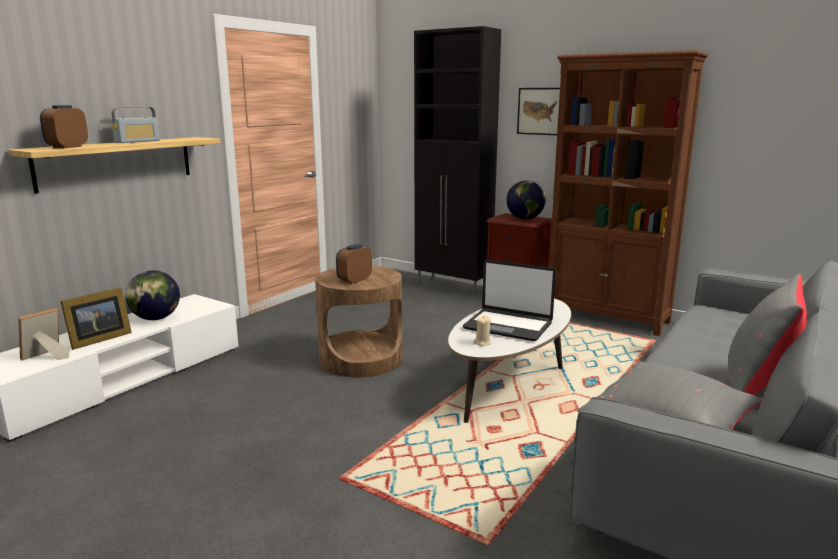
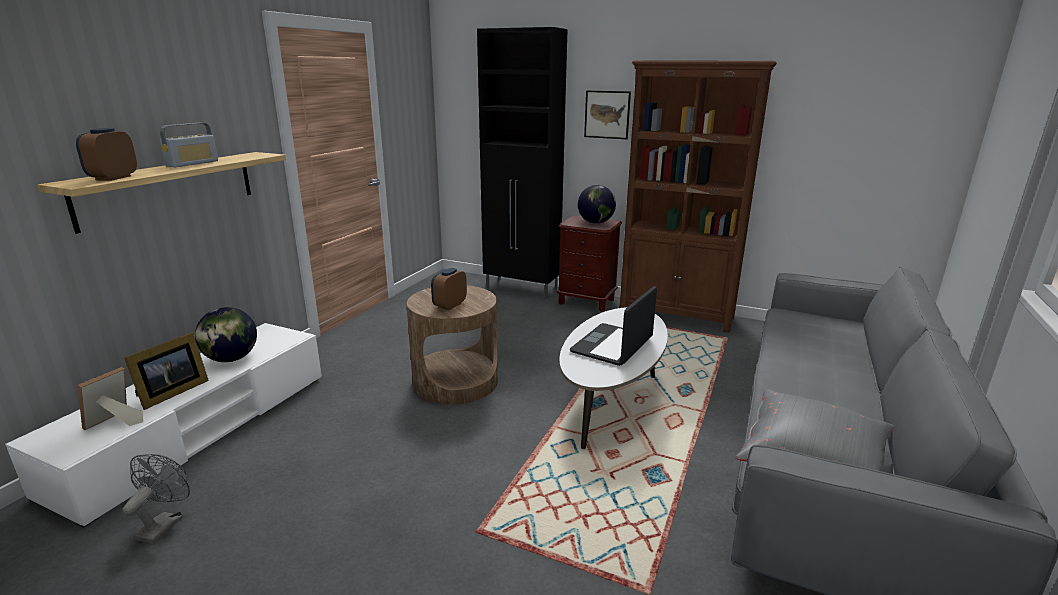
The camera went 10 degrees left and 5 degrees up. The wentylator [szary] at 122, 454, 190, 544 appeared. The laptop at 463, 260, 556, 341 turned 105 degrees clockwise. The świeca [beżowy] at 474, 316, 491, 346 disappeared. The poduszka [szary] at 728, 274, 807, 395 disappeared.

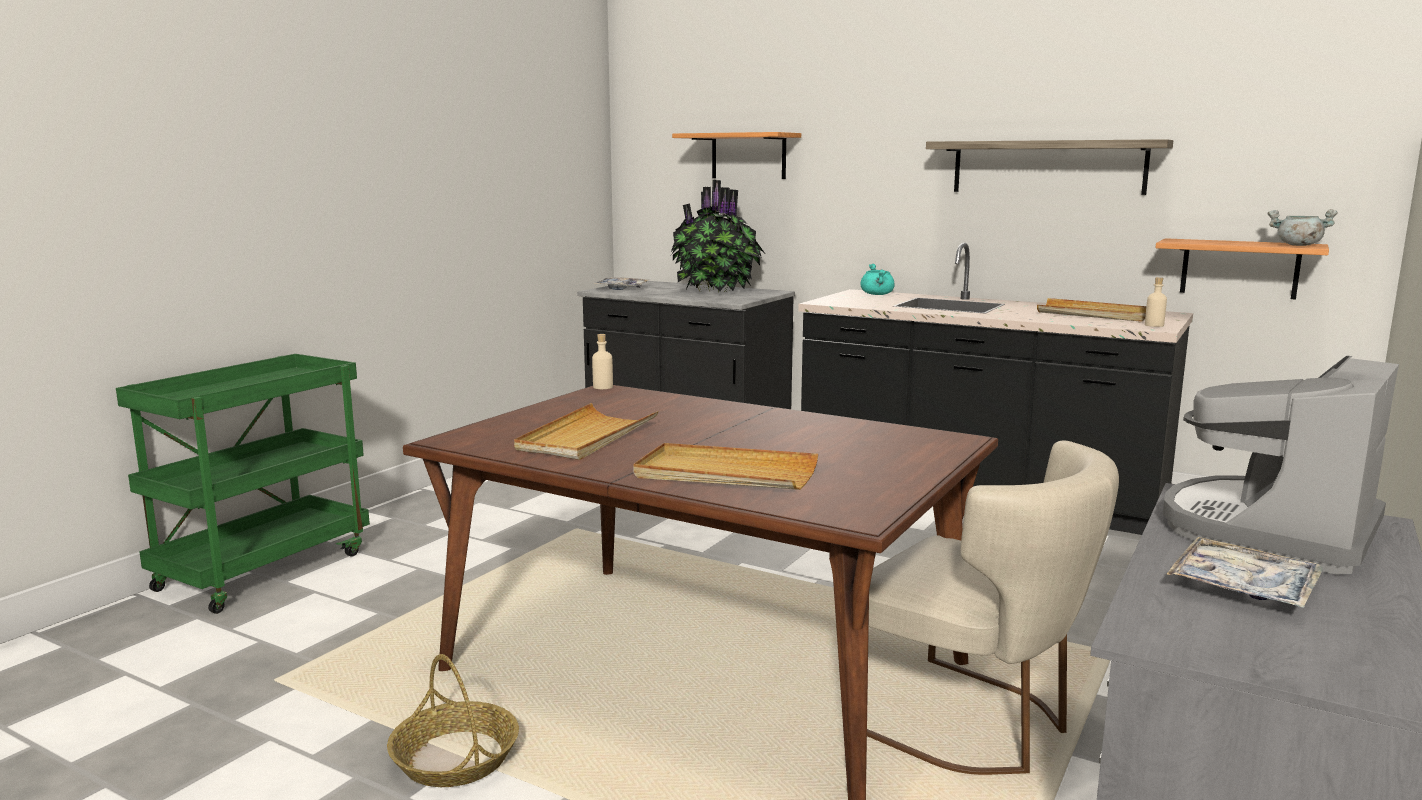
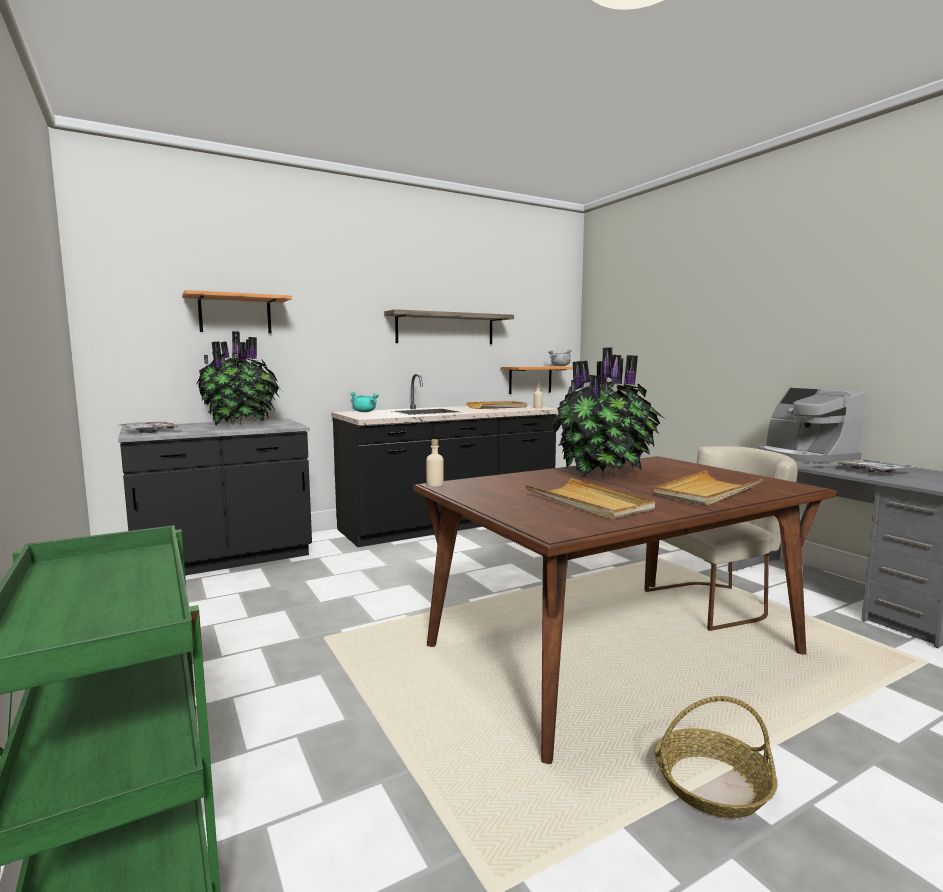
The camera went 60 degrees left and 5 degrees down. The roślina doniczkowa at 551, 347, 665, 477 appeared.

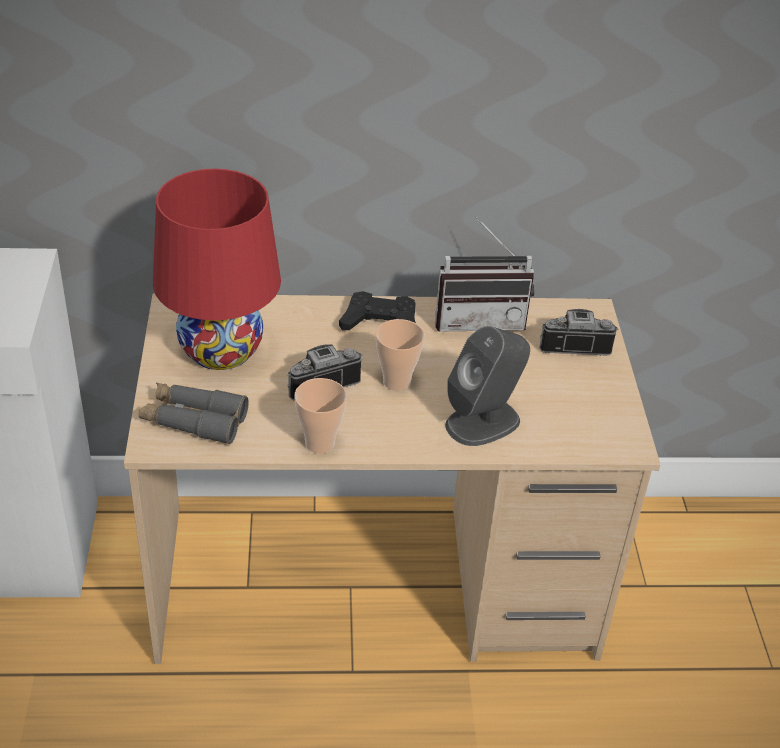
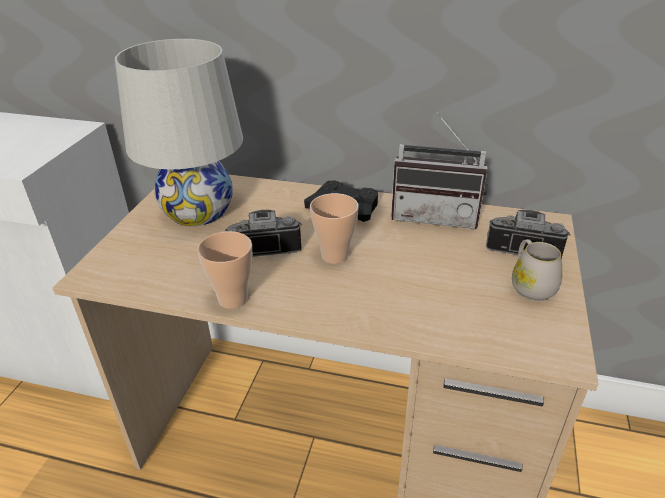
The camera went 20 degrees right and 5 degrees down. The lampa stołowa [czerwony] at 153, 169, 281, 370 became the lampa stołowa [biały] at 115, 39, 243, 226. The kubek [biały] at 512, 239, 562, 301 appeared. The lornetka [szary] at 139, 383, 249, 444 disappeared. The głośnik [szary] at 445, 326, 530, 446 disappeared.

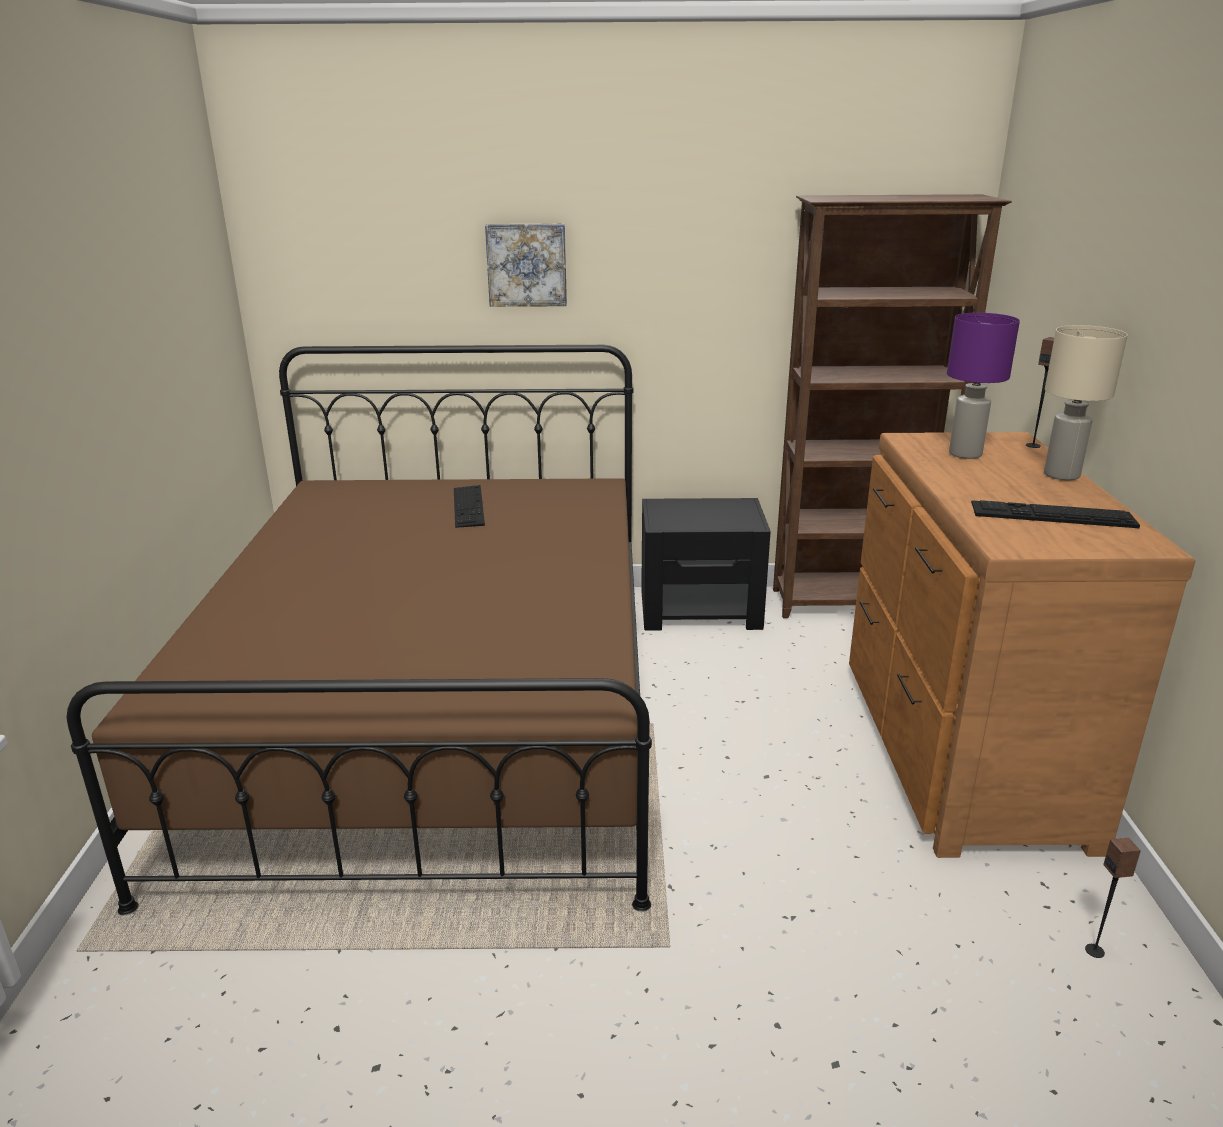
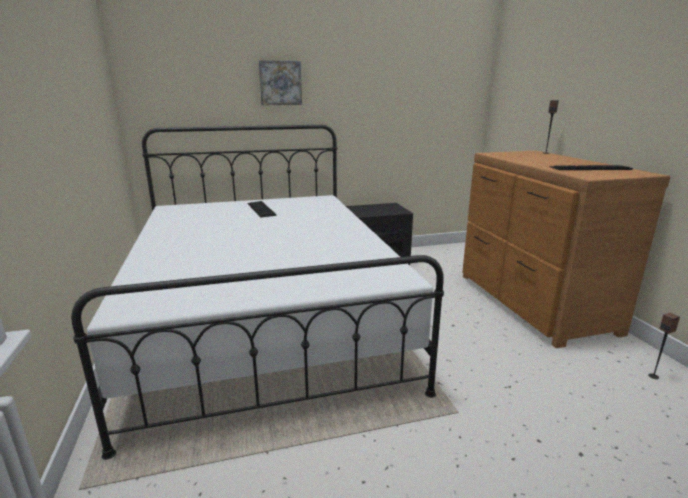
The camera went 15 degrees left and 5 degrees down. The łóżko [brązowy] at 67, 345, 652, 915 became the łóżko [biały] at 71, 125, 444, 460. The regał [brązowy] at 773, 194, 1012, 618 disappeared. The lampa stołowa [fioletowy] at 947, 313, 1020, 459 disappeared. The lampa stołowa [beżowy] at 1044, 325, 1128, 480 disappeared.

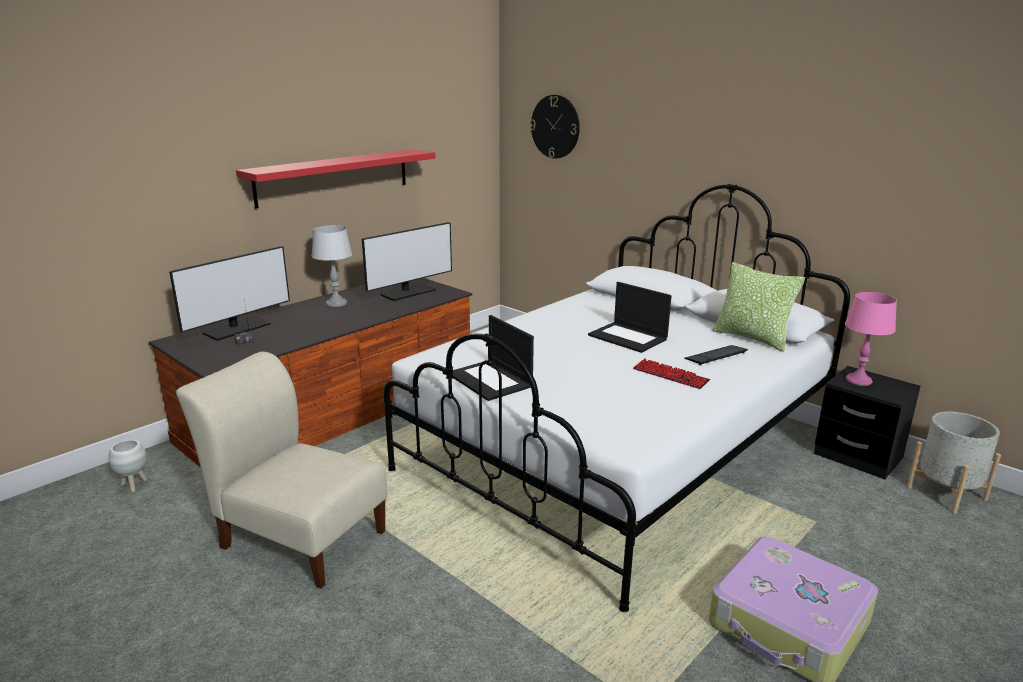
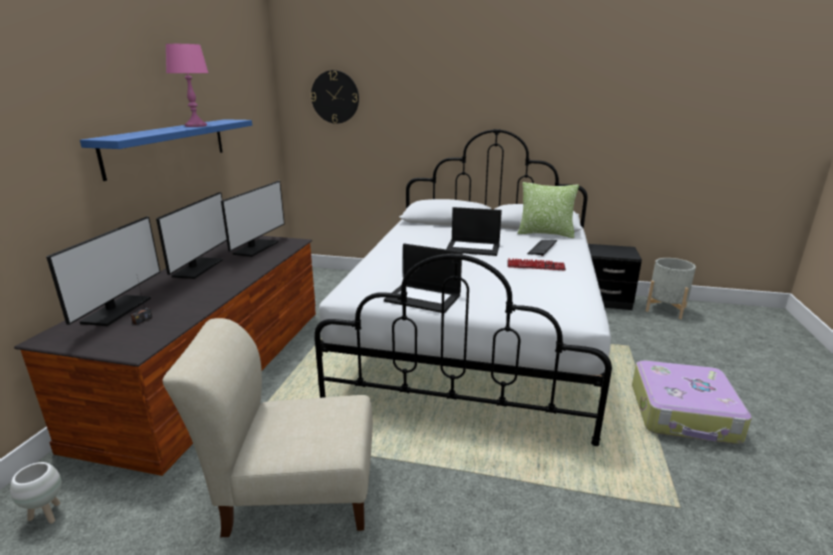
The camera went 30 degrees left and 0 degrees up. The półka [czerwony] at 236, 149, 435, 208 became the półka [niebieski] at 80, 119, 252, 181. The lampa stołowa [szary] at 311, 225, 352, 307 was replaced by the monitor at 156, 192, 227, 279. The lampa stołowa [różowy] moved from 845, 292, 897, 386 to 165, 44, 208, 127.

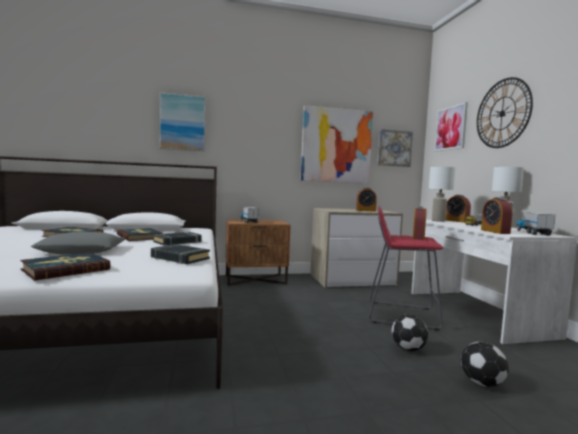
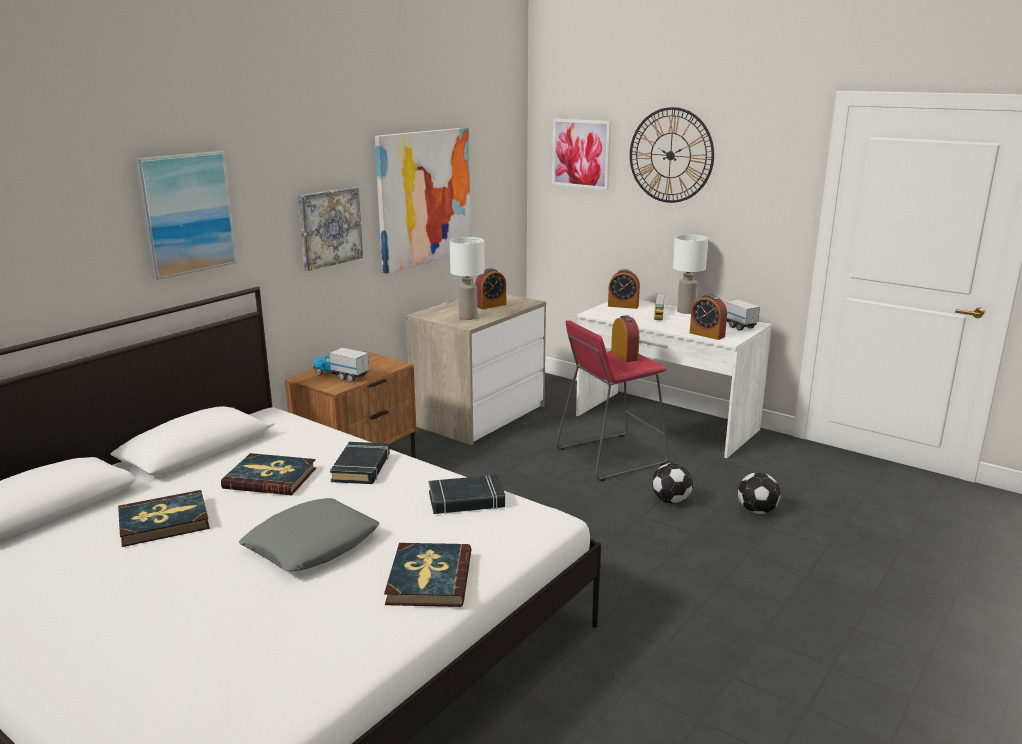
The camera went 40 degrees left and 15 degrees up. The obraz moved from 377, 129, 413, 167 to 298, 187, 363, 271. The lampa stołowa [biały] moved from 429, 167, 455, 222 to 450, 237, 485, 320.

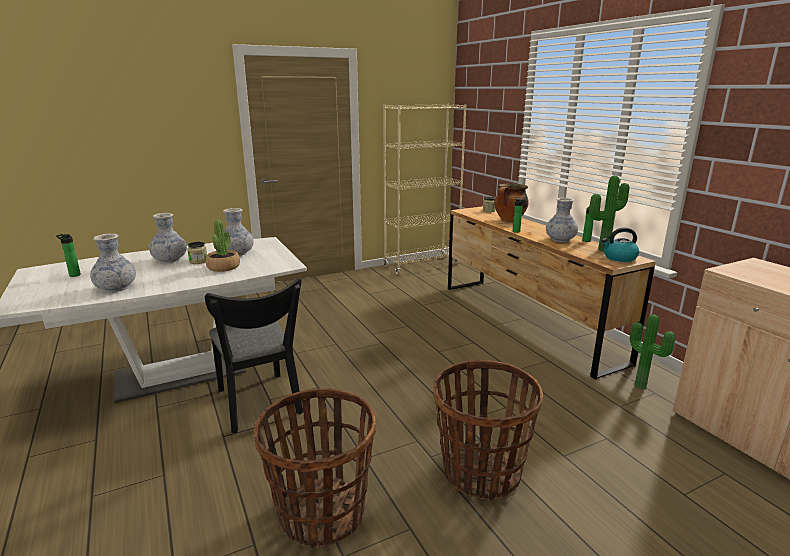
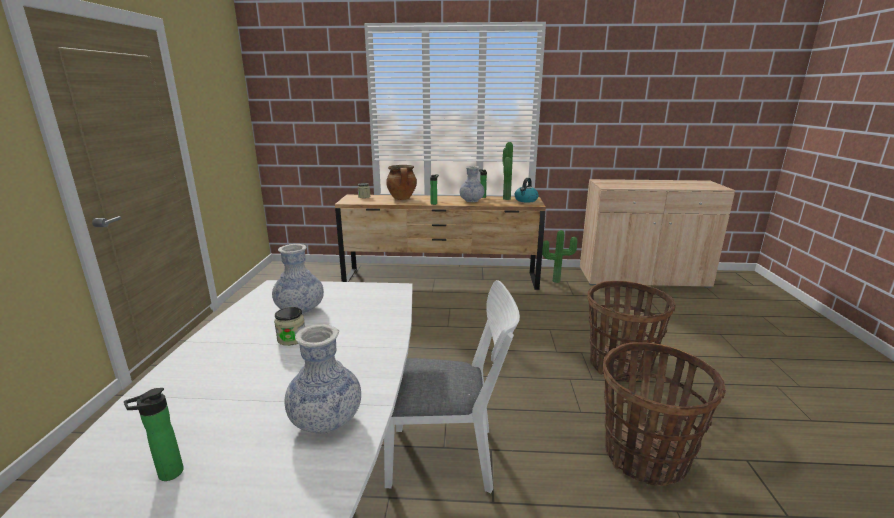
The camera went 60 degrees left and 0 degrees up. The krzesło [czarny] at 205, 278, 303, 433 became the krzesło [biały] at 384, 280, 520, 493. The wazon at 149, 213, 187, 263 disappeared. The roślina doniczkowa at 206, 220, 240, 272 disappeared. The regał [beżowy] at 383, 104, 467, 275 disappeared.

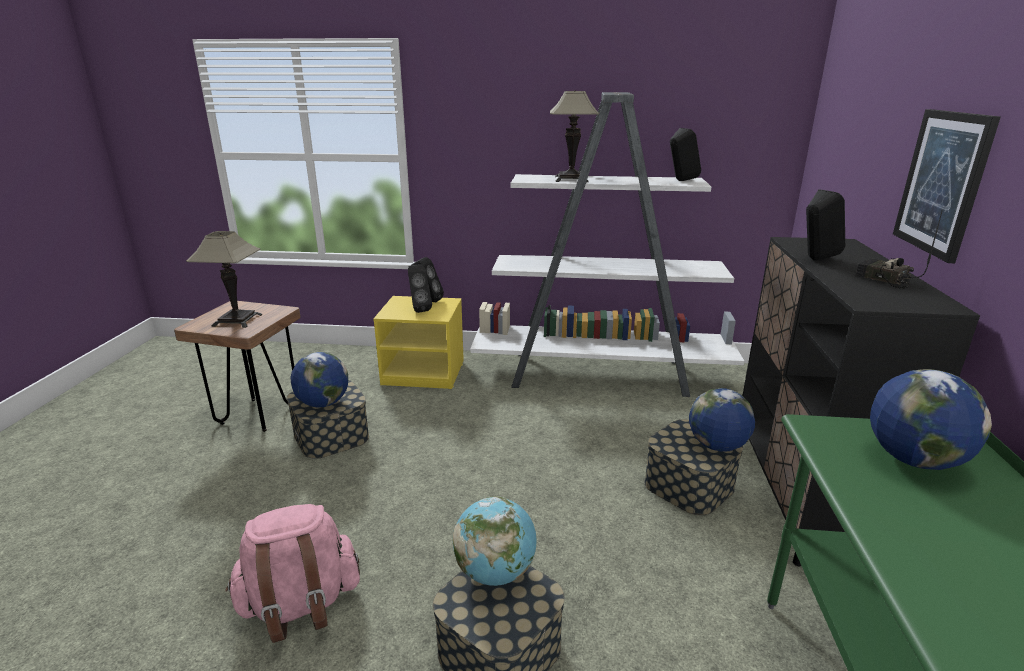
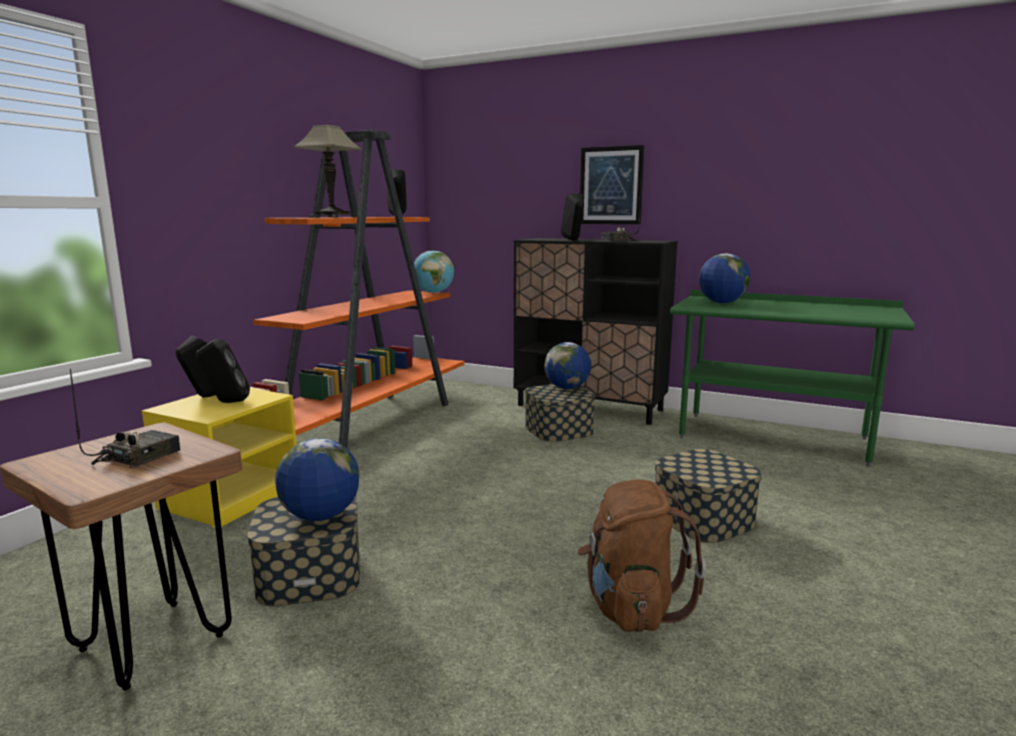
The camera went 70 degrees left and 10 degrees down. The lampa stołowa at 186, 231, 262, 328 was replaced by the radio at 70, 369, 181, 468. The regał [biały] at 470, 92, 744, 397 became the regał [pomarańczowy] at 250, 130, 464, 449. The globus moved from 453, 497, 537, 586 to 414, 251, 454, 293. The plecak [różowy] at 225, 504, 360, 643 became the plecak [brązowy] at 577, 480, 706, 632.

